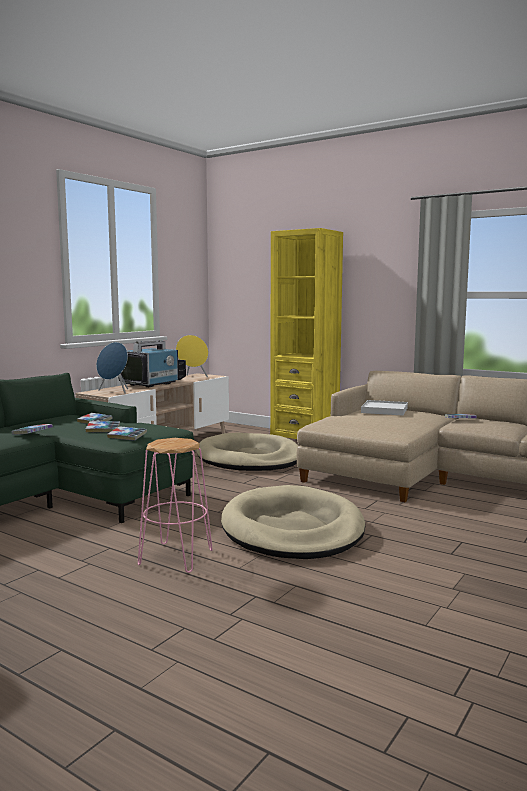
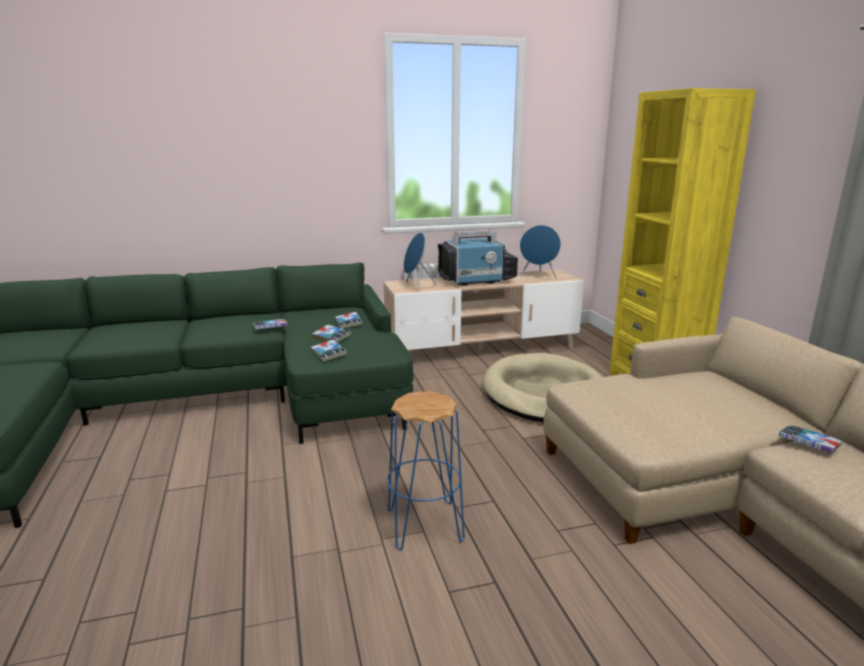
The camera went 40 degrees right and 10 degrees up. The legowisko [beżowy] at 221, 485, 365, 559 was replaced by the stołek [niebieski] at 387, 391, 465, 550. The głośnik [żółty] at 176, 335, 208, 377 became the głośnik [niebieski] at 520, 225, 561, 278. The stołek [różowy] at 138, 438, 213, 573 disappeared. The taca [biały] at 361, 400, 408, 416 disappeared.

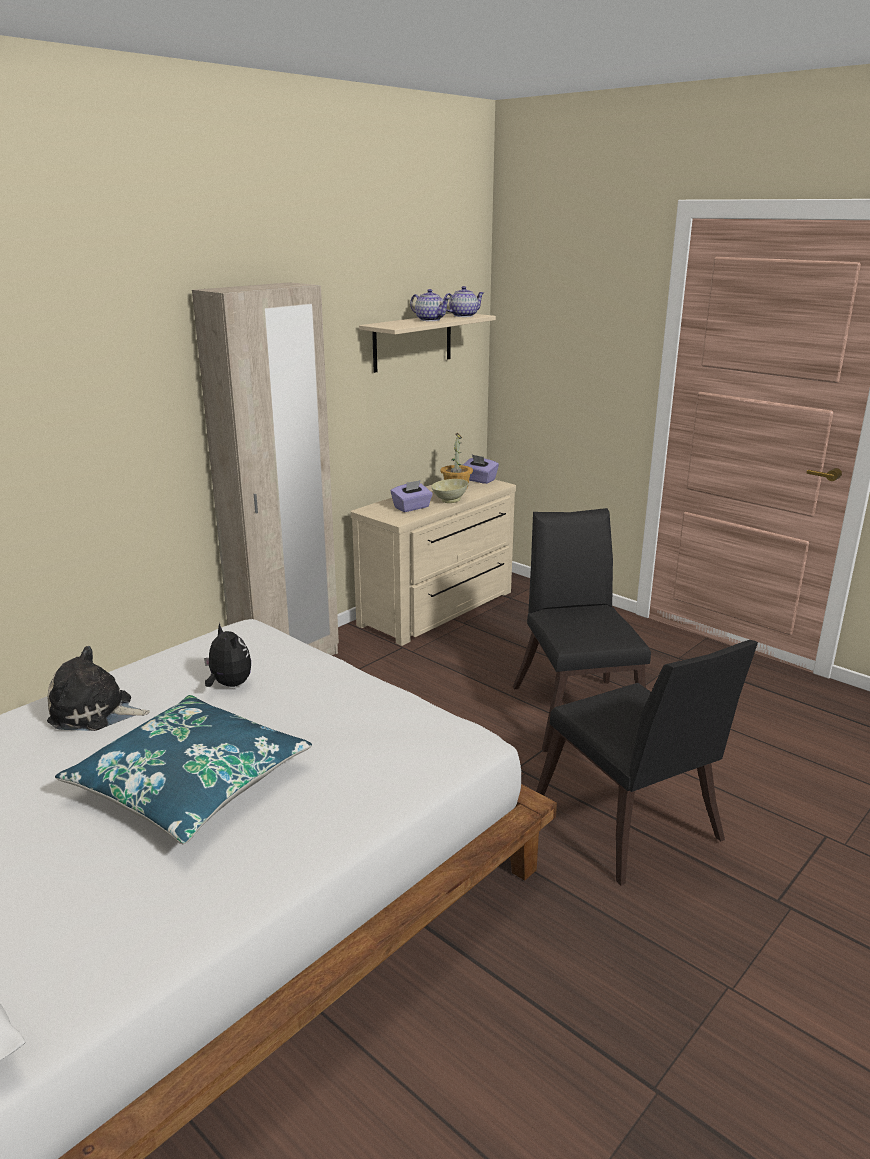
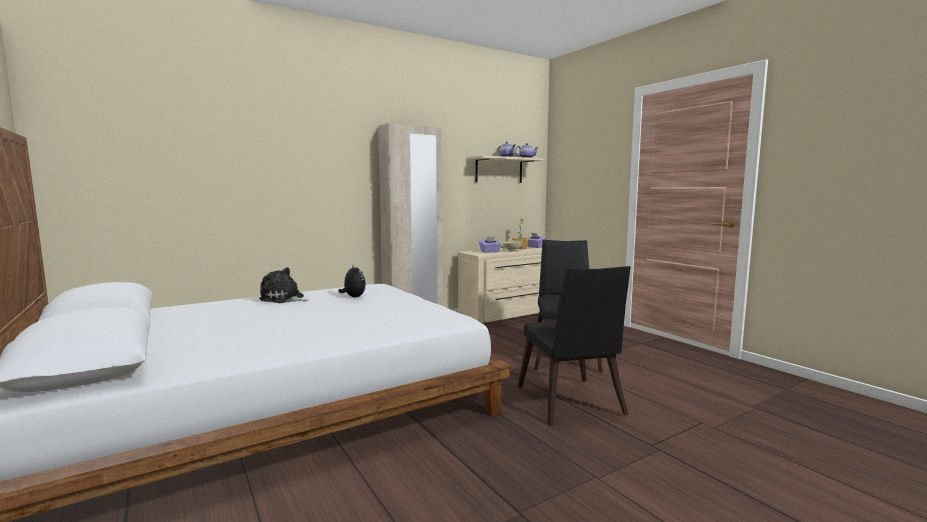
The camera went 15 degrees right and 15 degrees down. The poduszka [niebieski] at 55, 695, 312, 844 disappeared.

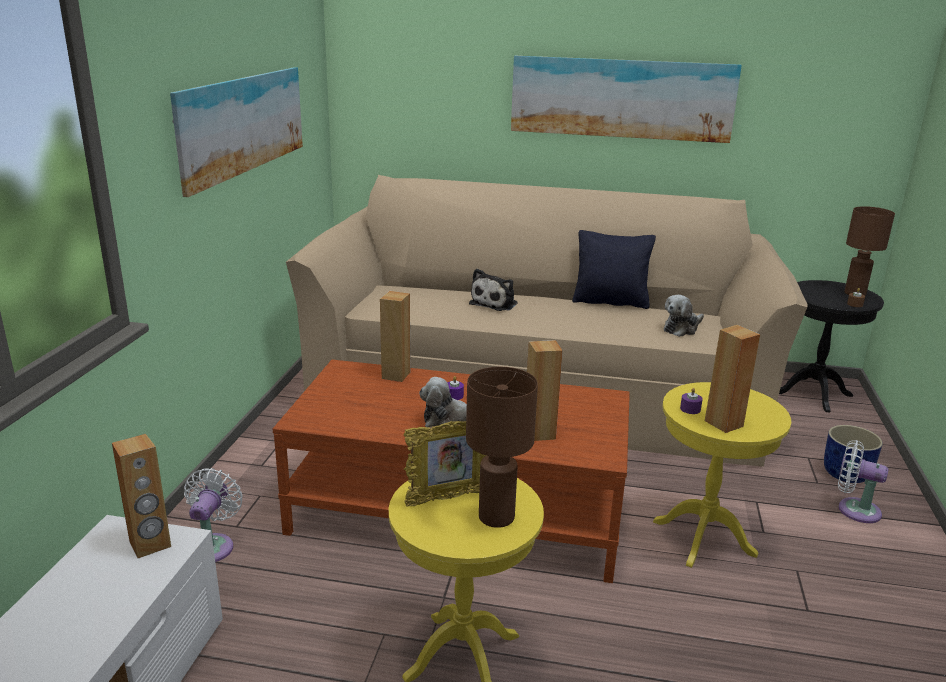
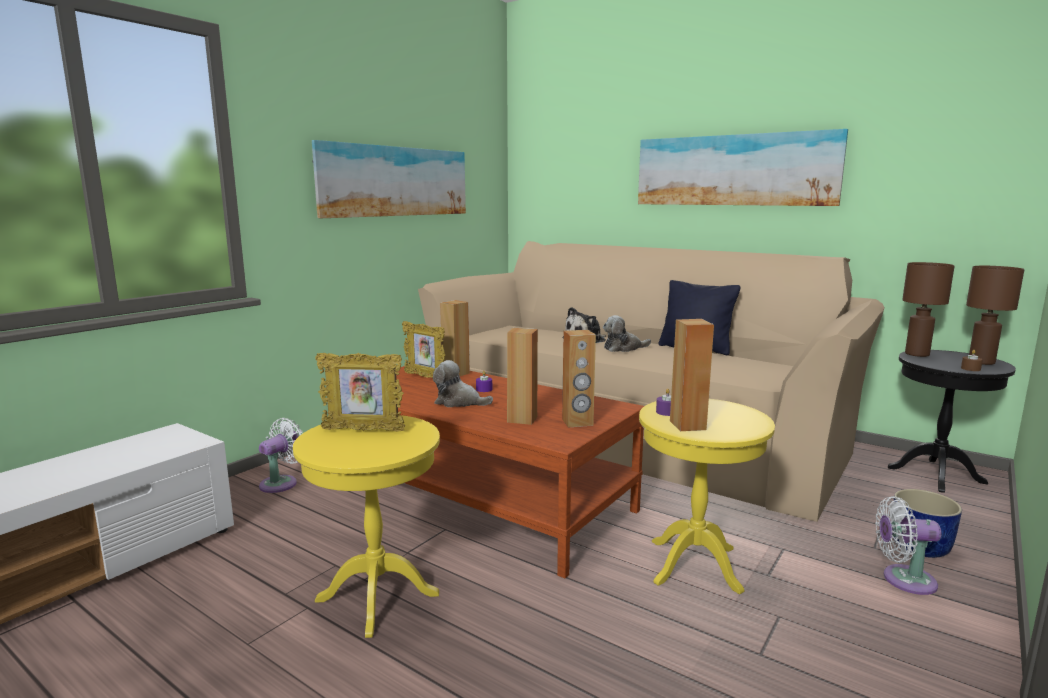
The camera went 25 degrees right and 10 degrees down. The ramka na zdjęcie at 402, 321, 445, 378 appeared. The głośnik [brązowy] moved from 112, 434, 171, 558 to 562, 330, 596, 427. The pluszak moved from 664, 295, 704, 337 to 603, 315, 651, 352. The wentylator [biały] at 838, 440, 888, 523 turned 45 degrees counterclockwise. The lampa stołowa [brązowy] moved from 466, 367, 538, 528 to 902, 262, 955, 357.

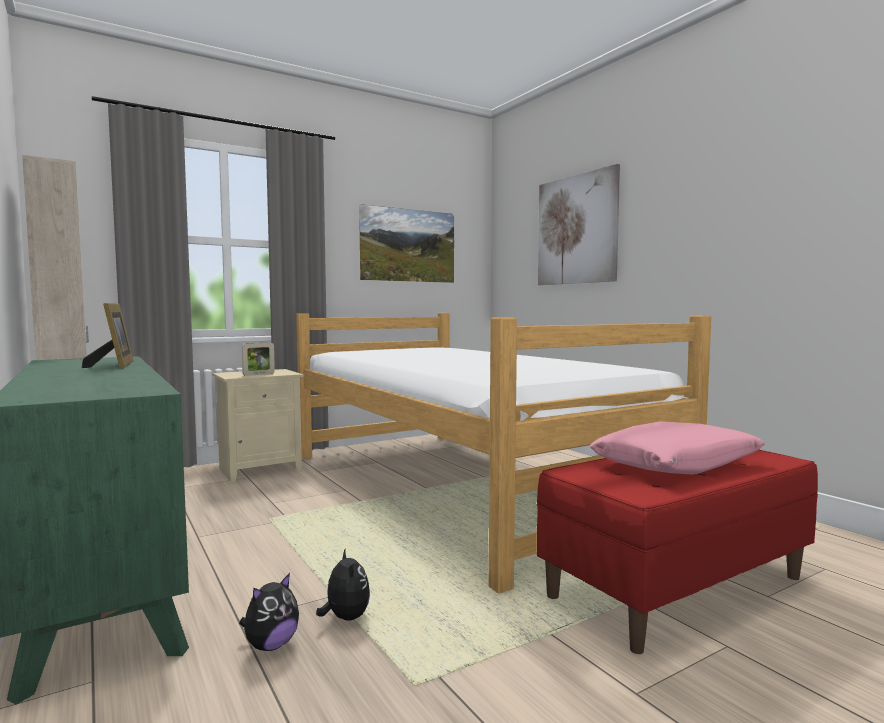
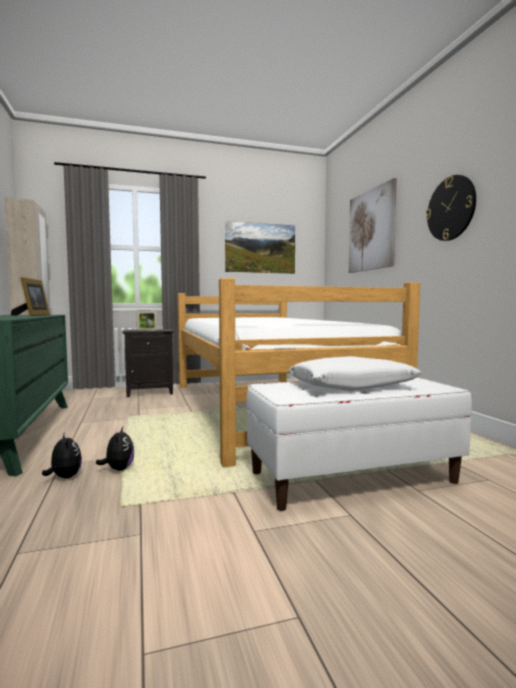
The camera went 15 degrees right and 0 degrees up. The pluszak at 239, 573, 299, 651 turned 90 degrees counterclockwise. The szafka nocna [beżowy] at 213, 369, 303, 482 became the szafka nocna [czarny] at 122, 329, 174, 397. The ławka [czerwony] at 537, 450, 818, 654 became the ławka [biały] at 247, 377, 472, 511. The poduszka [różowy] at 590, 421, 765, 475 became the poduszka [biały] at 288, 356, 422, 391. The zegar ścienny at 426, 175, 476, 241 appeared.

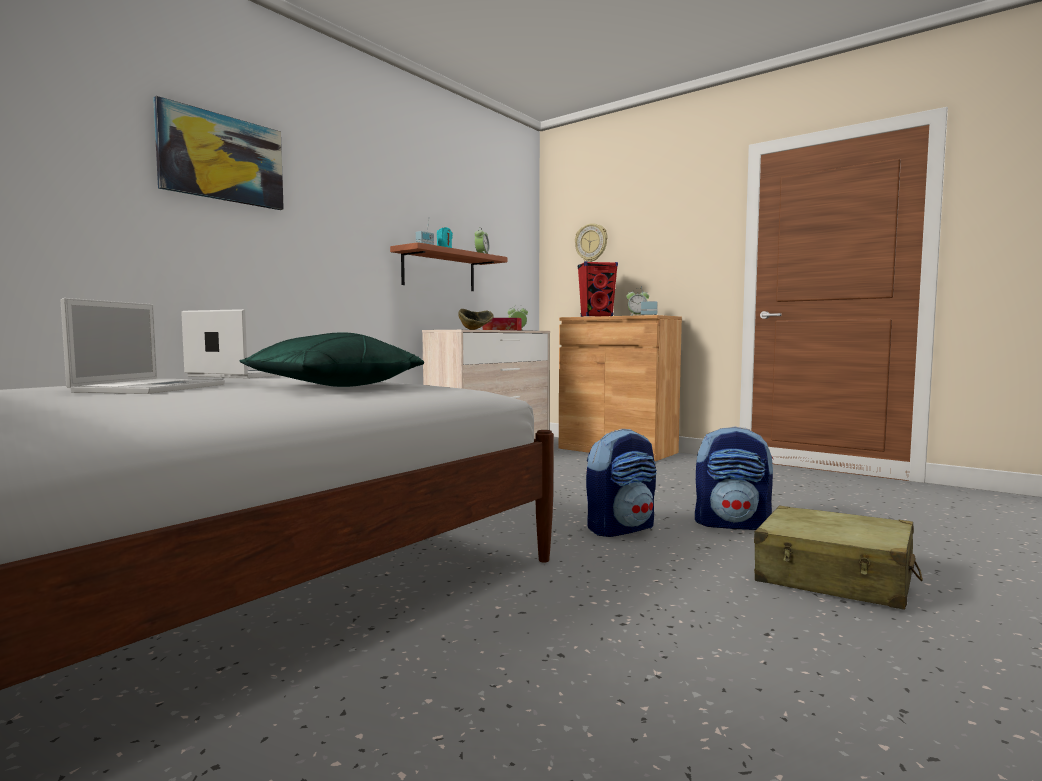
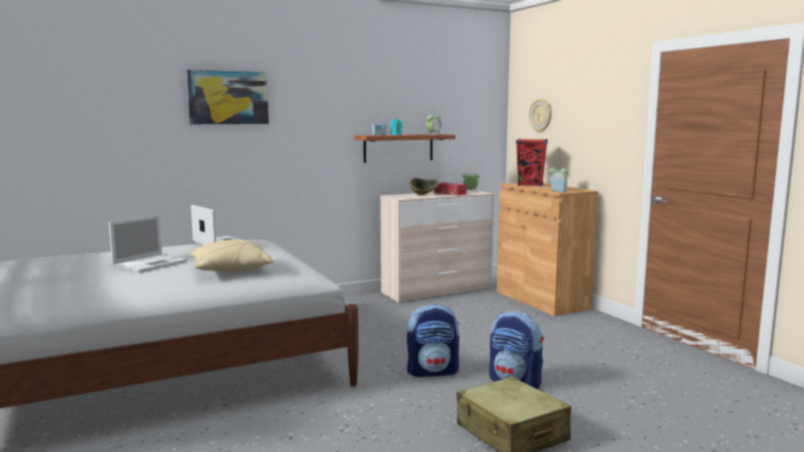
The camera went 25 degrees right and 5 degrees up. The poduszka [zielony] at 239, 332, 424, 387 became the poduszka [beżowy] at 189, 239, 274, 272.

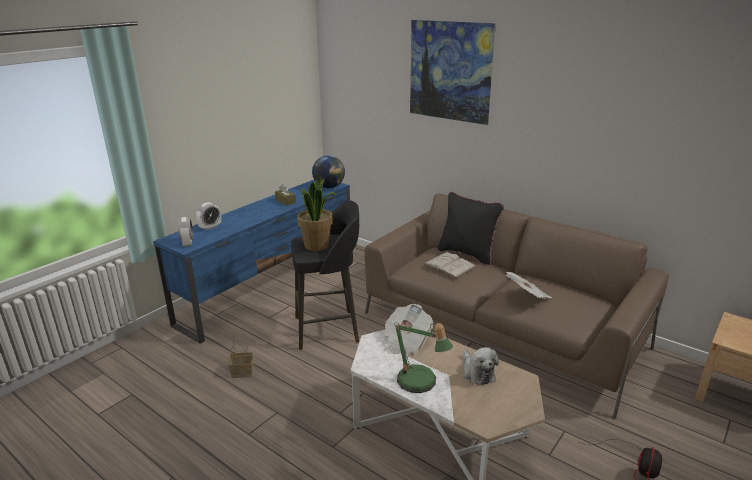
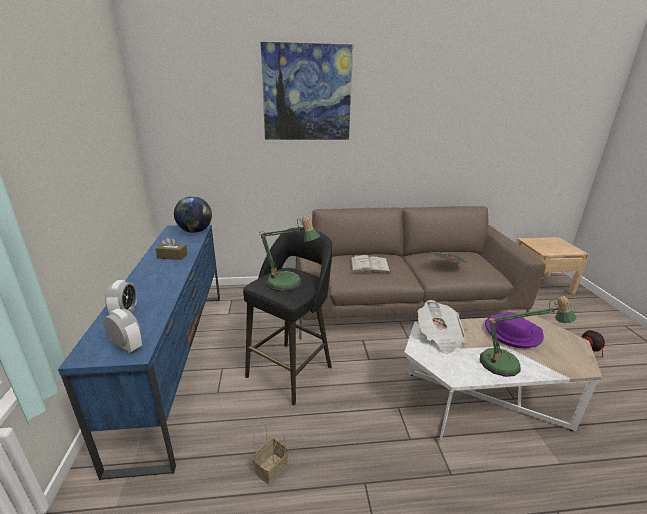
The camera went 45 degrees left and 0 degrees up. The roślina doniczkowa at 297, 180, 337, 251 was replaced by the lampa stołowa at 259, 216, 320, 292. The pluszak at 463, 347, 499, 385 was replaced by the kapelusz [fioletowy] at 485, 312, 544, 348. The poduszka [czarny] at 437, 192, 504, 265 disappeared.

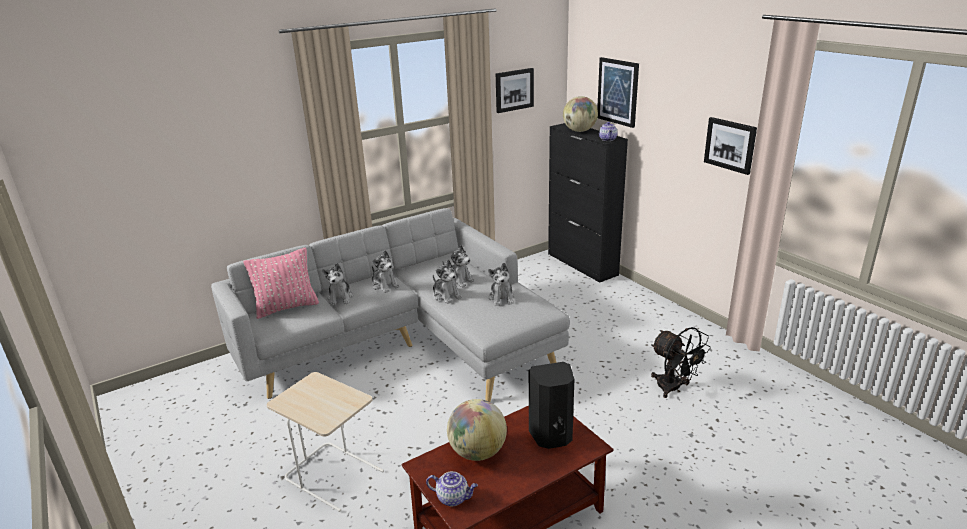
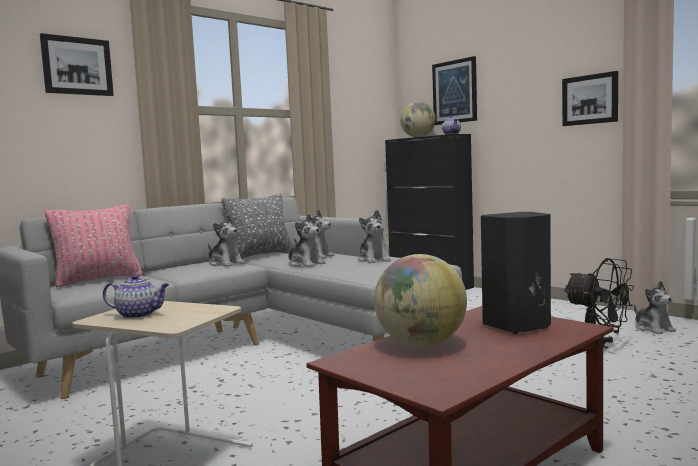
The camera went 10 degrees left and 20 degrees down. The obraz moved from 496, 68, 534, 113 to 40, 33, 114, 96. The imbryk moved from 426, 471, 478, 506 to 103, 274, 169, 319. The poduszka [szary] at 222, 194, 293, 259 appeared. The pluszak moved from 322, 263, 353, 305 to 634, 281, 676, 334.

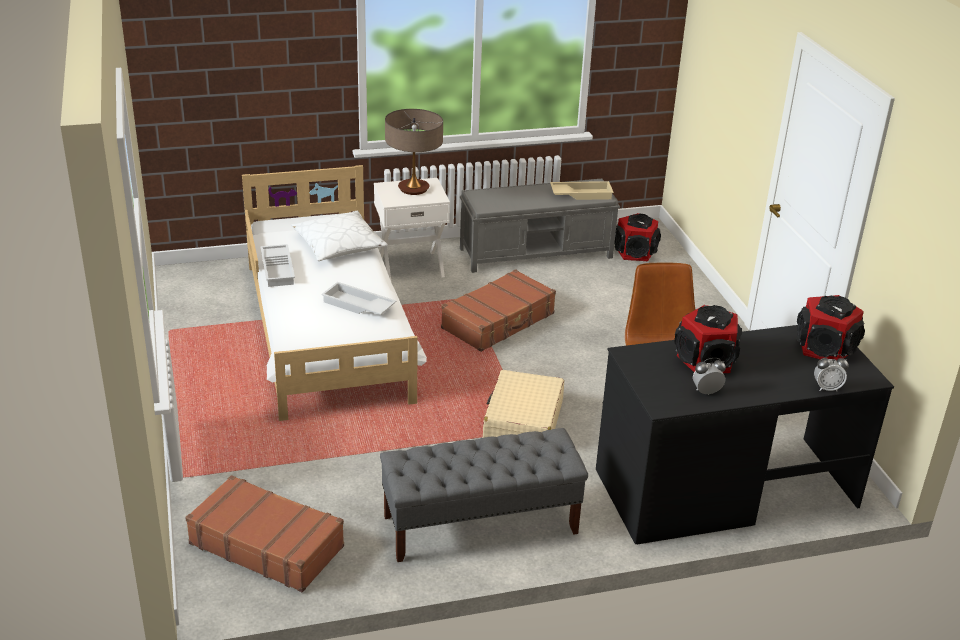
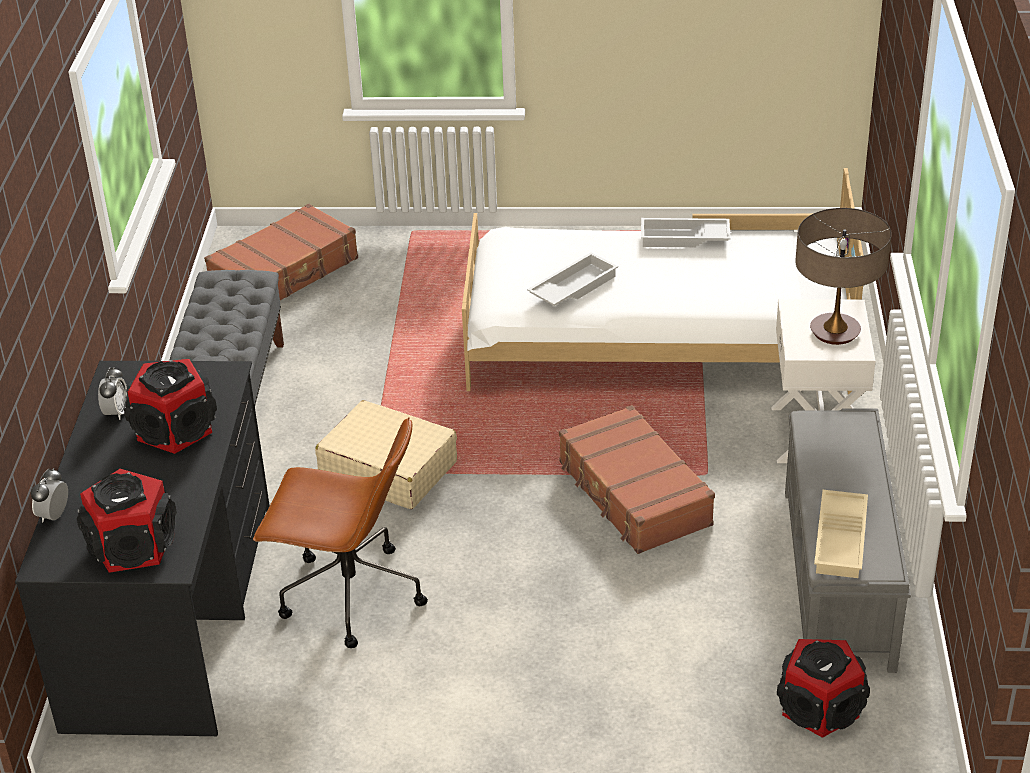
The camera went 110 degrees right and 5 degrees up. The poduszka [biały] at 291, 211, 388, 261 disappeared.

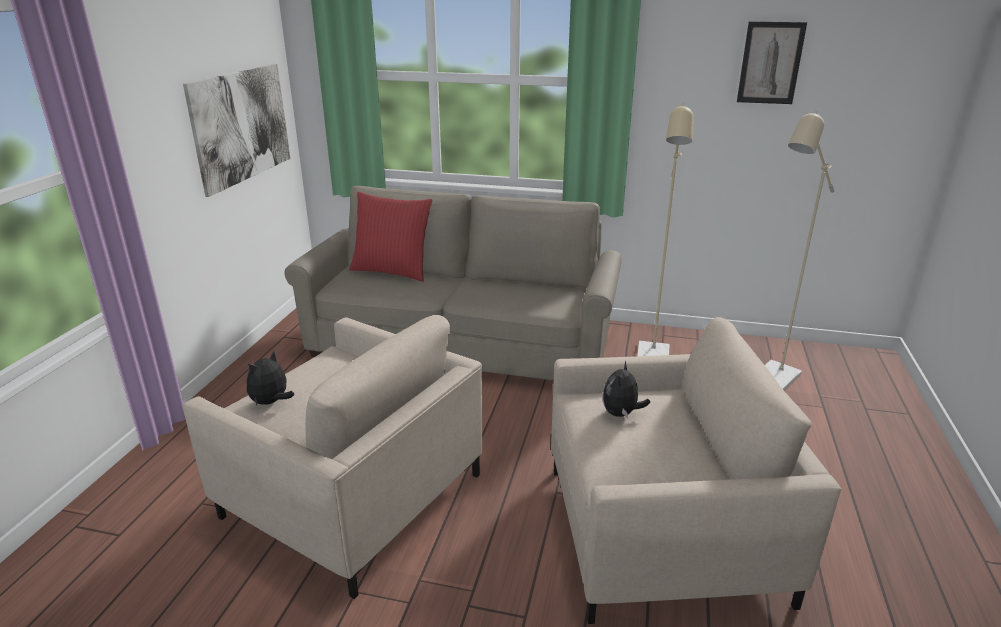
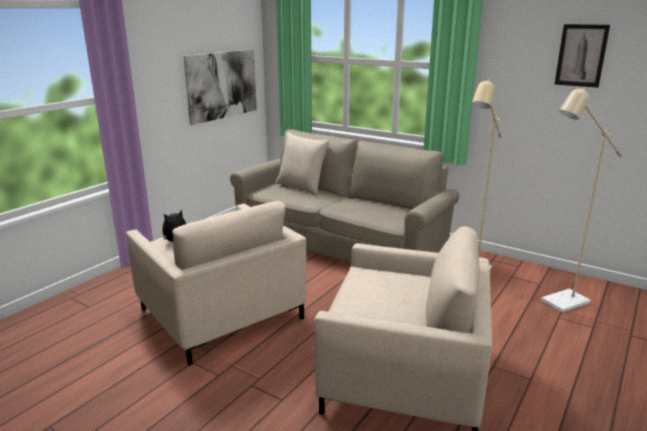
The camera went 20 degrees right and 5 degrees down. The poduszka [czerwony] at 349, 192, 432, 282 became the poduszka [beżowy] at 275, 133, 330, 195. The pluszak at 603, 361, 650, 417 disappeared.

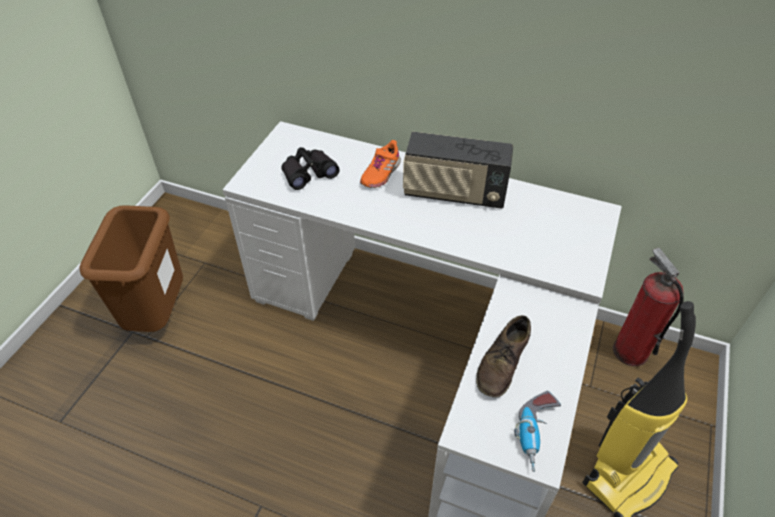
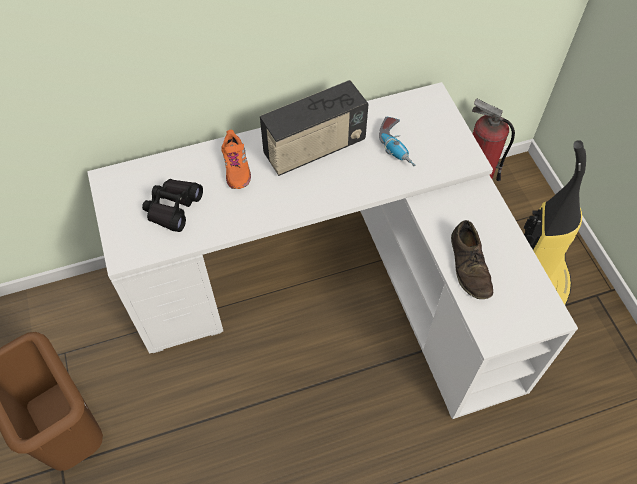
The camera went 40 degrees left and 10 degrees up. The wiertarka moved from 514, 390, 561, 472 to 379, 117, 415, 166.

